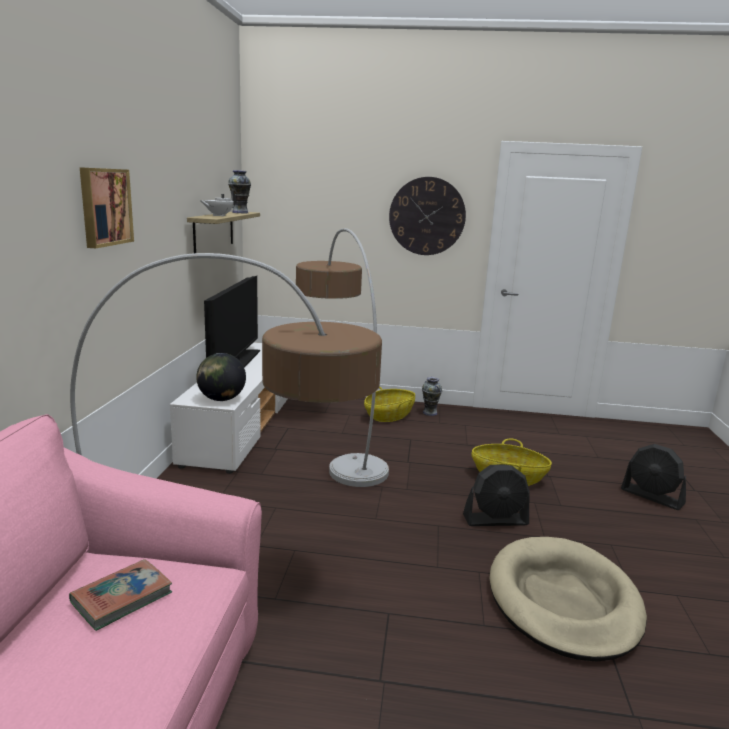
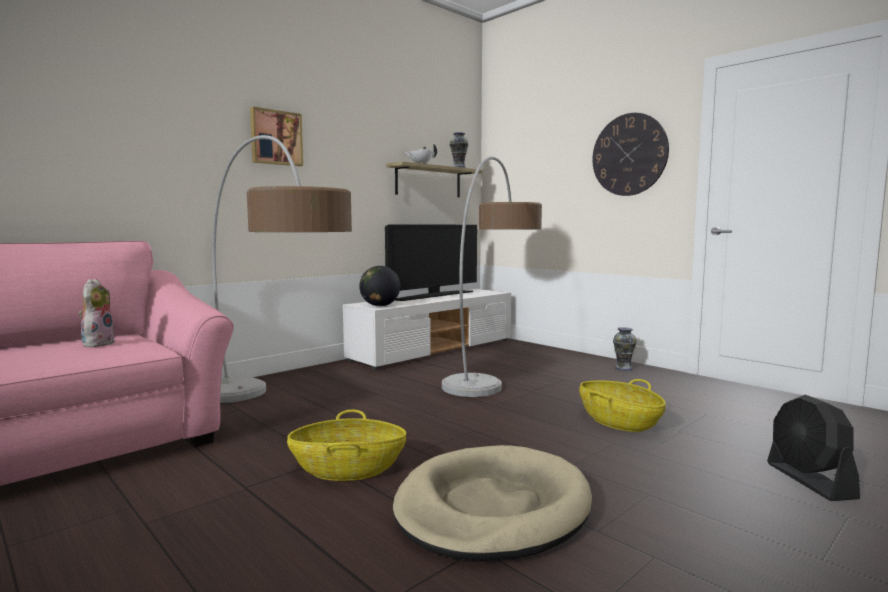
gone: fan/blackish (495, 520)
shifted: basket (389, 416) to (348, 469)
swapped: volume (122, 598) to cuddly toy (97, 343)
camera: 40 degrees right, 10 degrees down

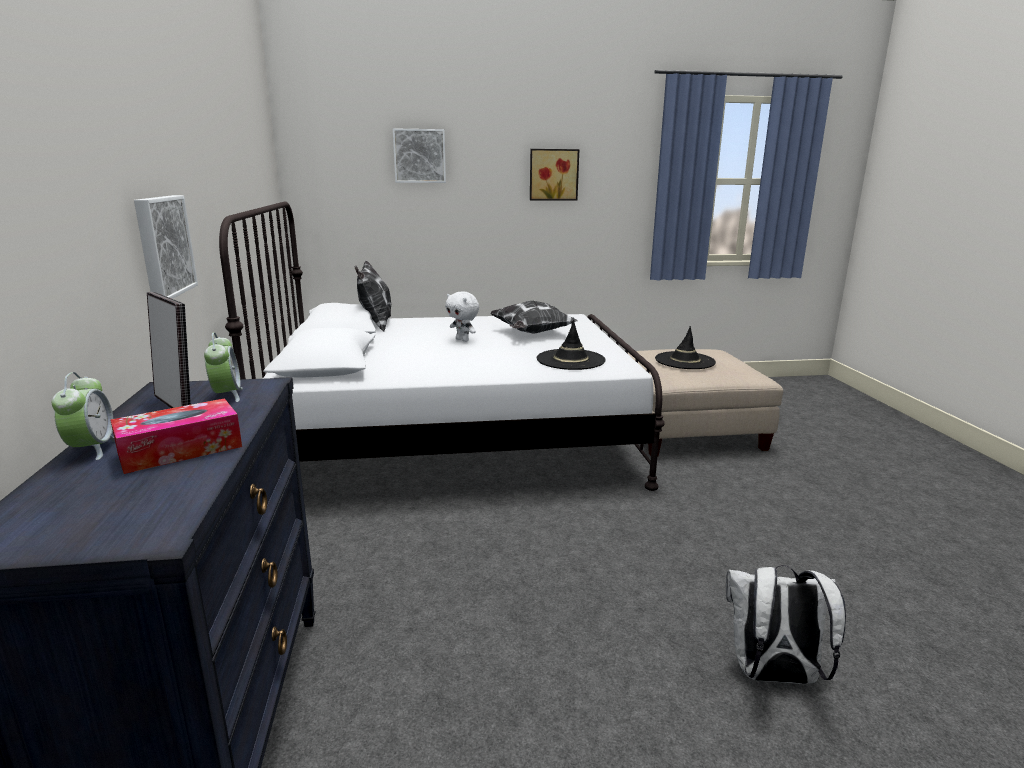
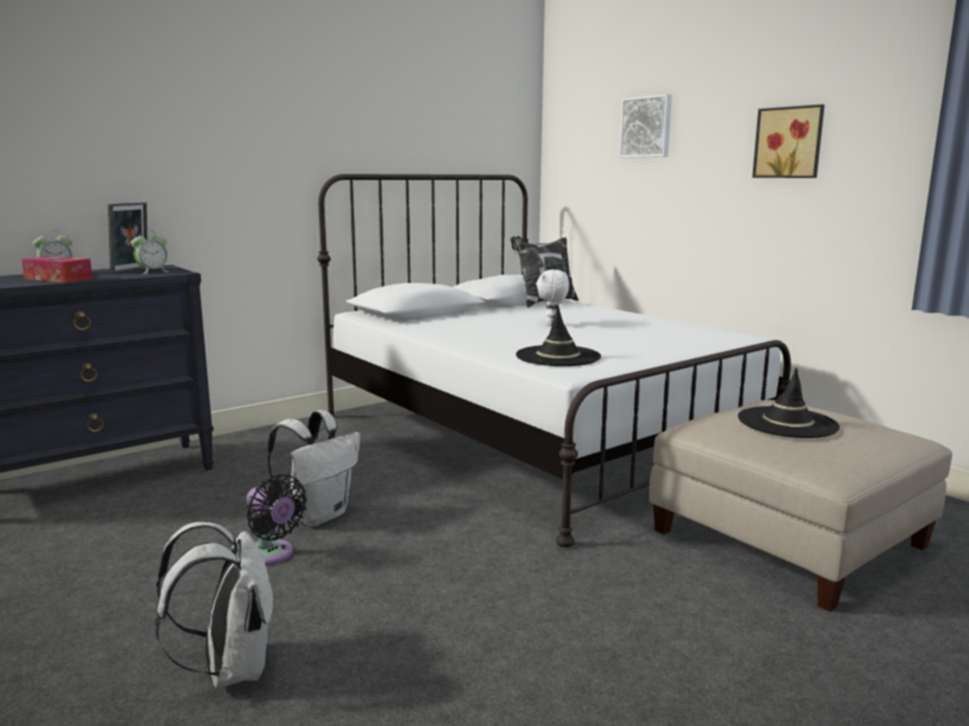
gone: picture (162, 246); cushion (531, 333)
new: fan/blackish (271, 555); knapsack/white (318, 515)
camera: 60 degrees right, 5 degrees down

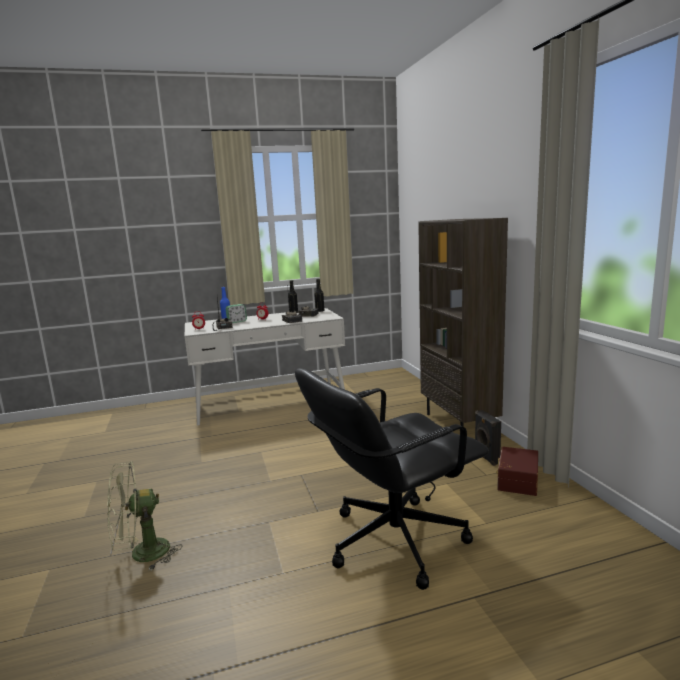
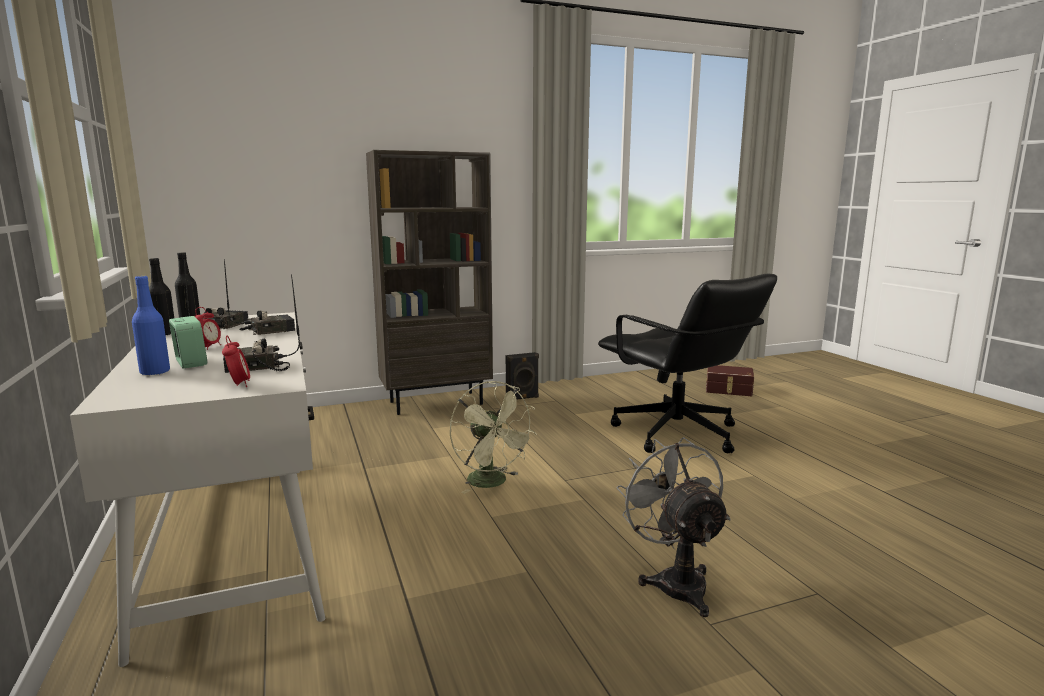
new: fan/greyish (675, 581)
shifted: fan/green-coloured (142, 555) to (493, 483); storage bin/brown (516, 480) to (728, 390)
camera: 95 degrees left, 0 degrees up

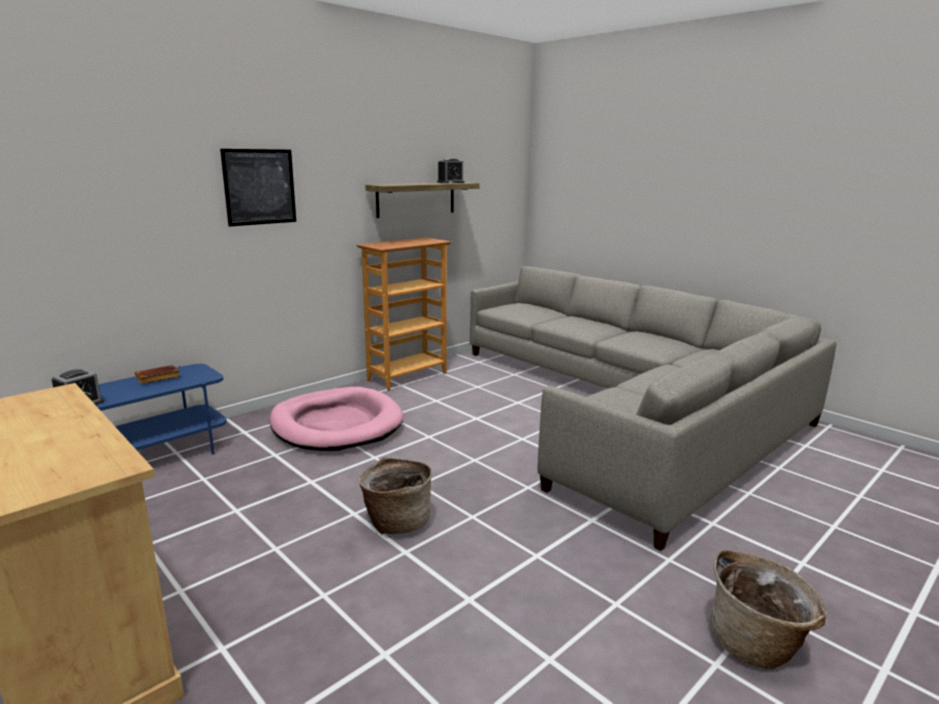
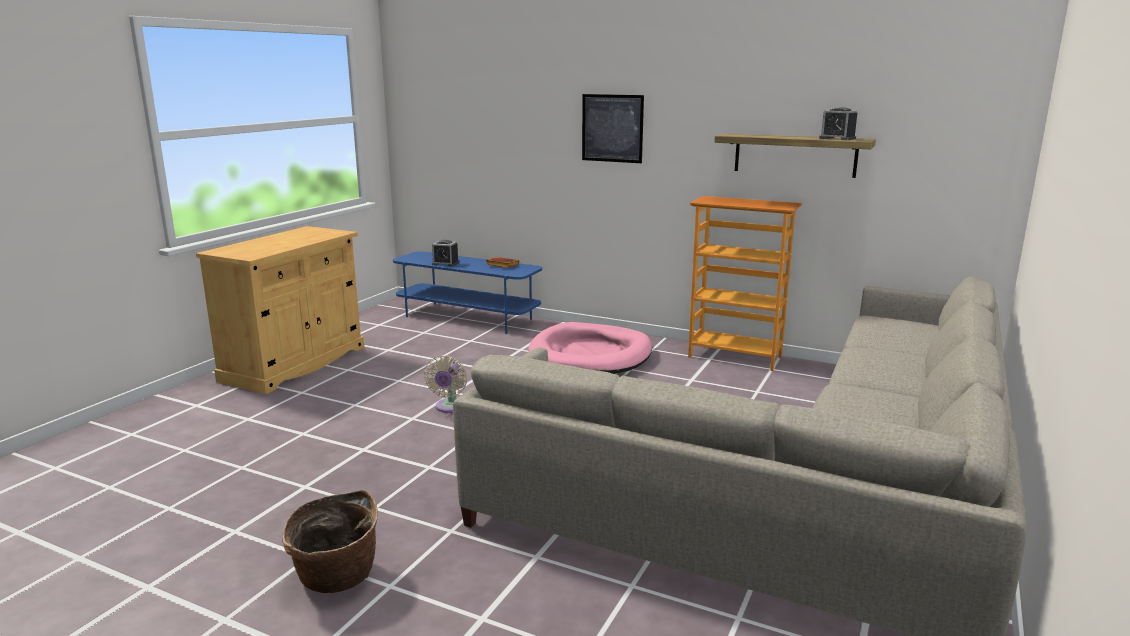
swapped: basket (396, 522) to fan/sand-coloured (450, 407)
camera: 70 degrees right, 0 degrees up

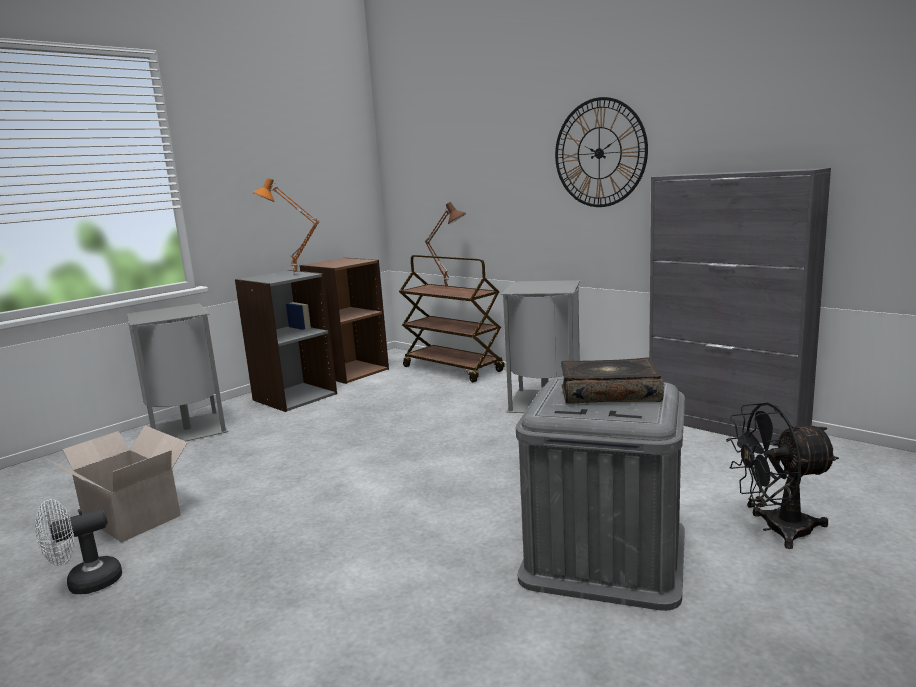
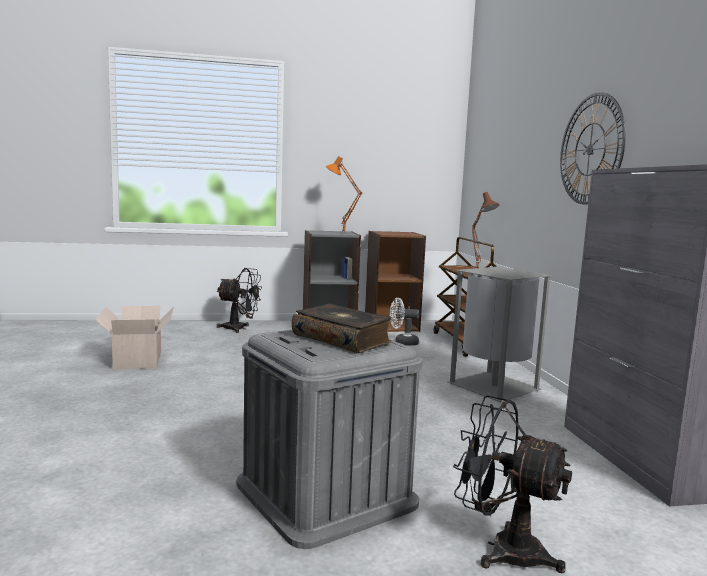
shifted: fan/white (85, 584) to (402, 343)
swapped: rubbish bin/greyish (186, 429) to fan/blackish (240, 329)
camera: 35 degrees right, 5 degrees down

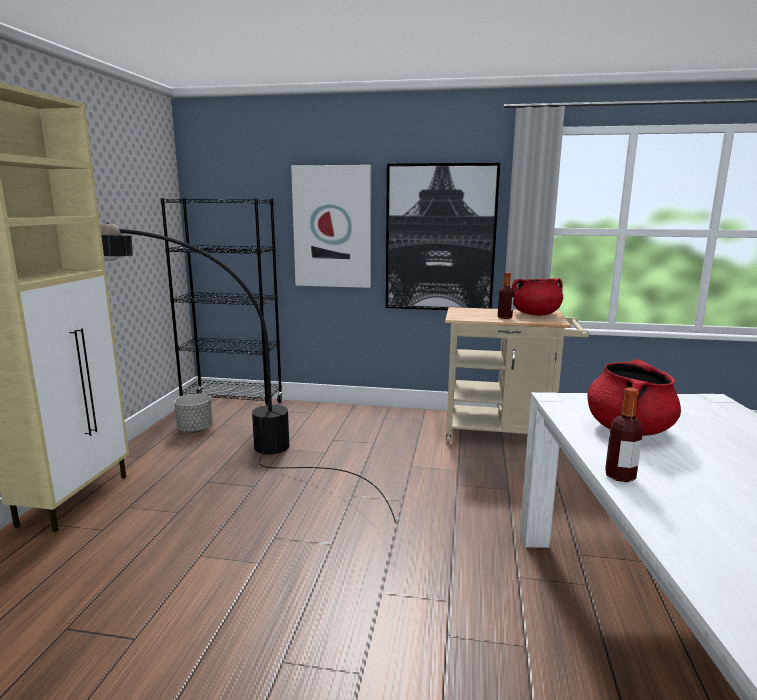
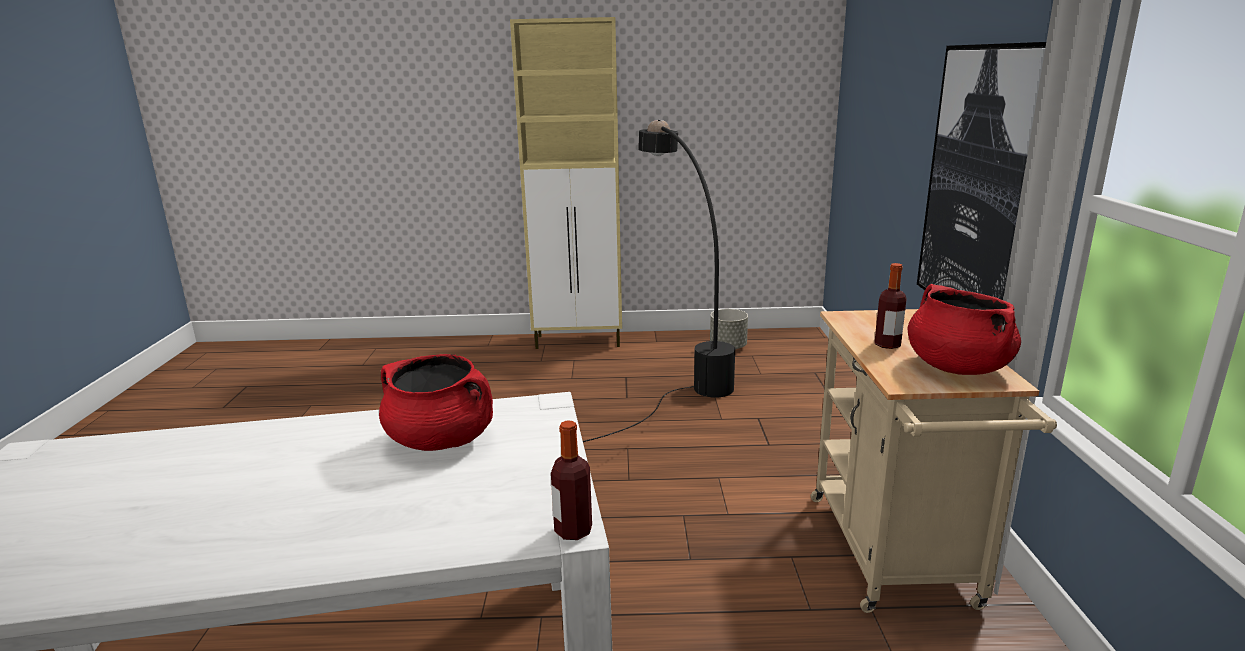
gone: bookcase/blackish (233, 405); picture (332, 227)
shifted: beverage bottle (620, 476) to (573, 530)
camera: 80 degrees right, 5 degrees up

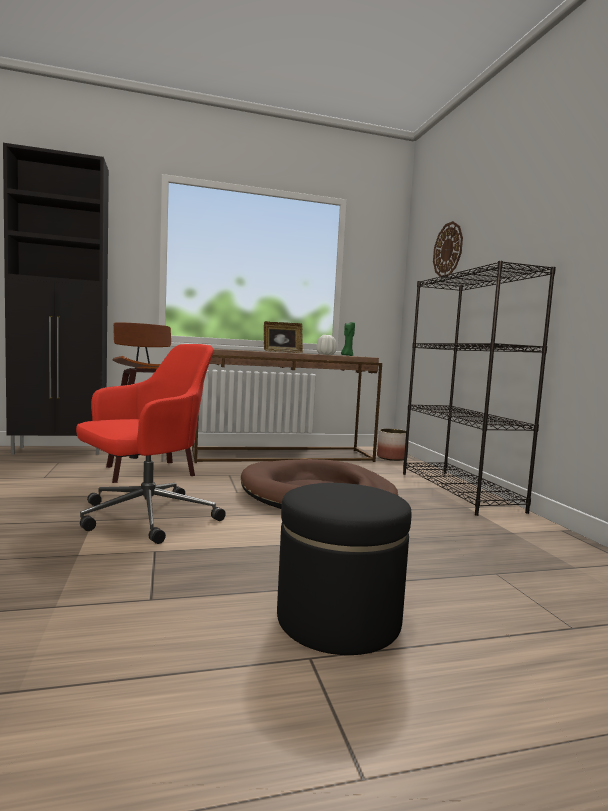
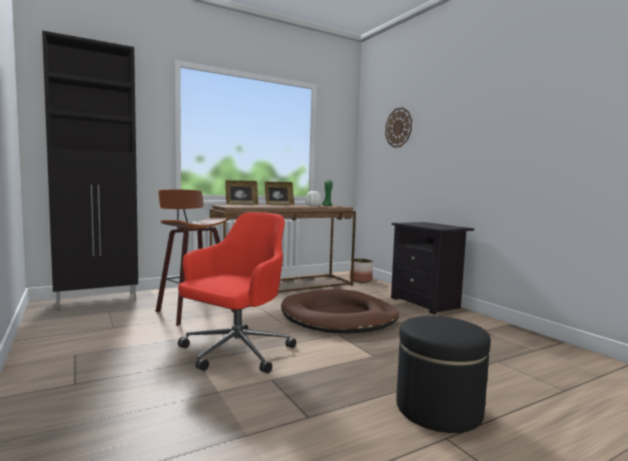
new: standing frame (241, 205)
swapped: bookcase/blackish (459, 491) to nightstand/blackish (427, 303)
camera: 15 degrees left, 0 degrees up

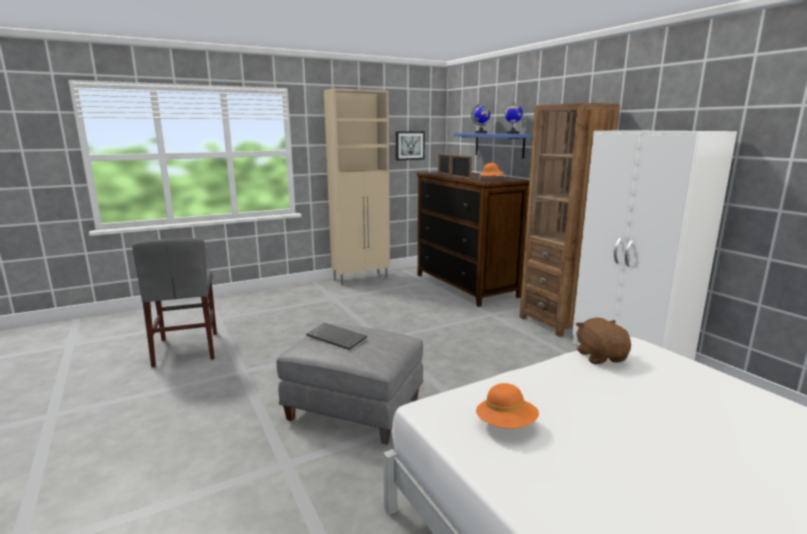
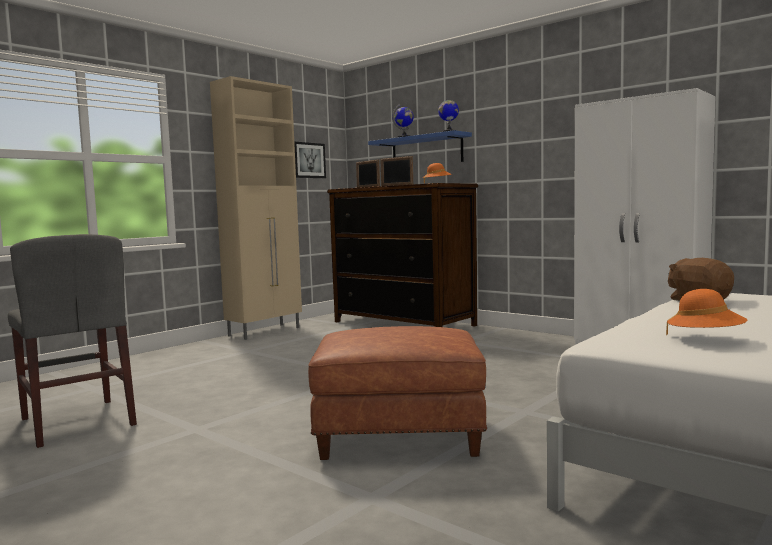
gone: computer keyboard (337, 337); bookcase/brown (555, 322)
repainted: ottoman/greyish (356, 408) to ottoman/brown (400, 434)
camera: 20 degrees left, 10 degrees down

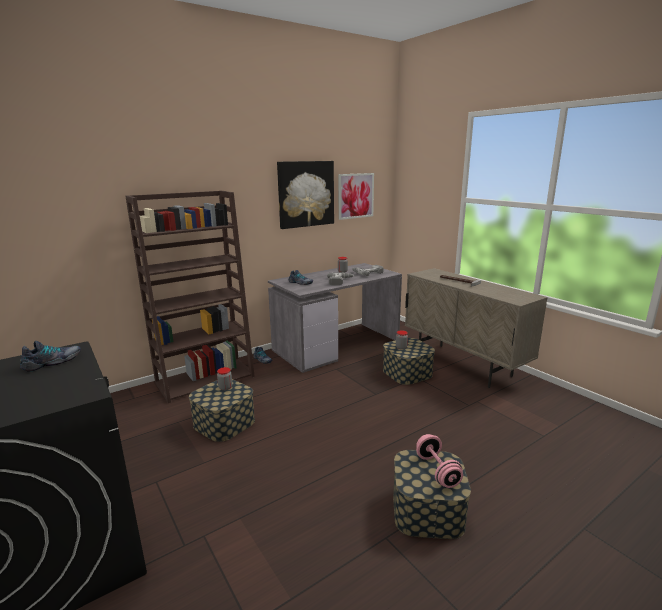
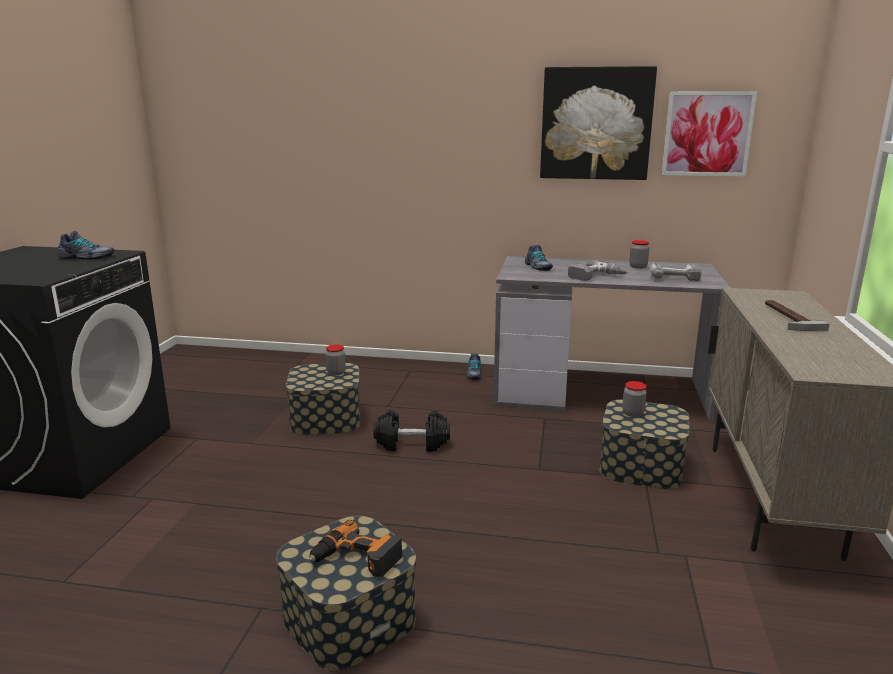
gone: bookcase/brown (206, 379)
new: free weight/blackish (412, 444)
swapped: free weight/pinkish (437, 471) to drill (356, 559)
camera: 45 degrees right, 0 degrees up

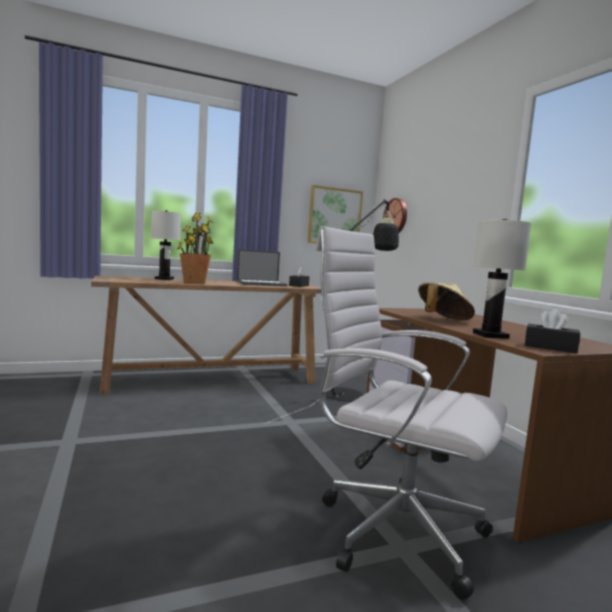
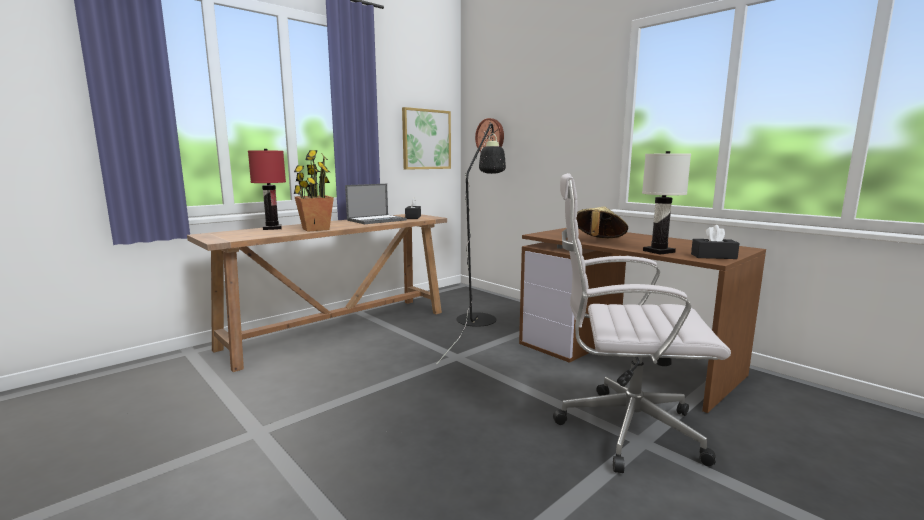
repainted: tabletop lamp/white (164, 279) to tabletop lamp/red (272, 228)
camera: 20 degrees left, 5 degrees up

